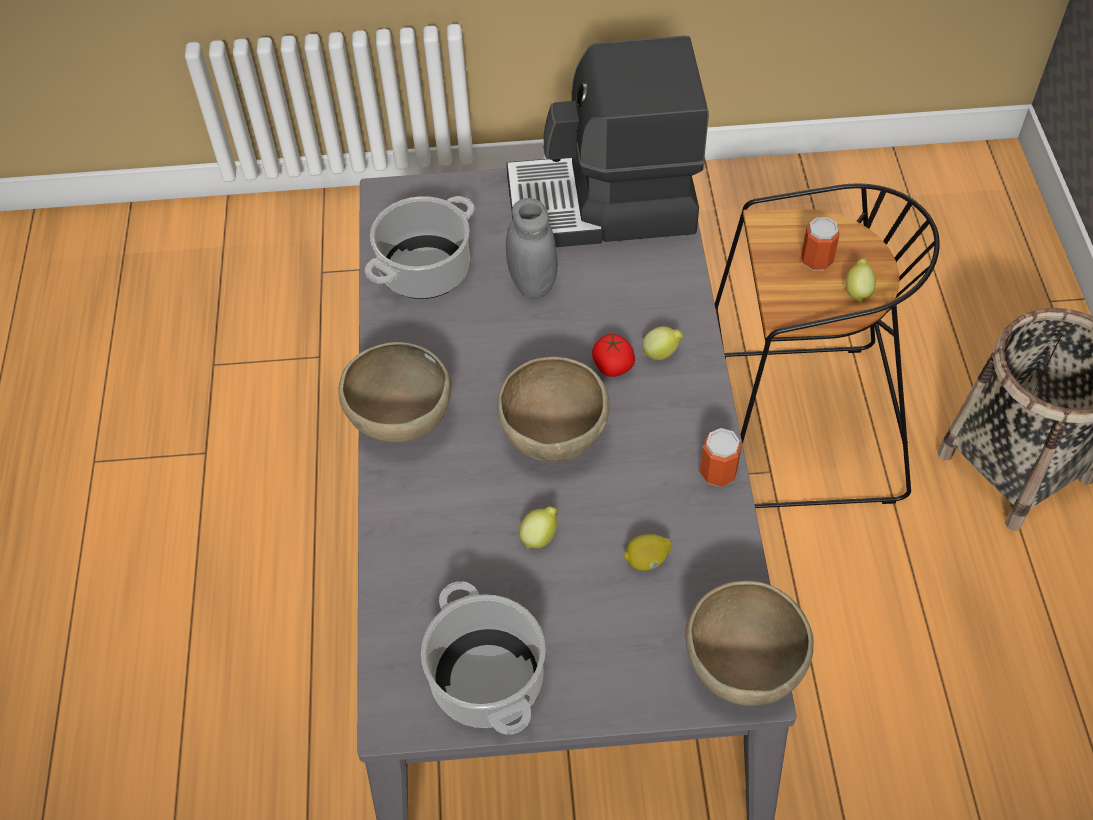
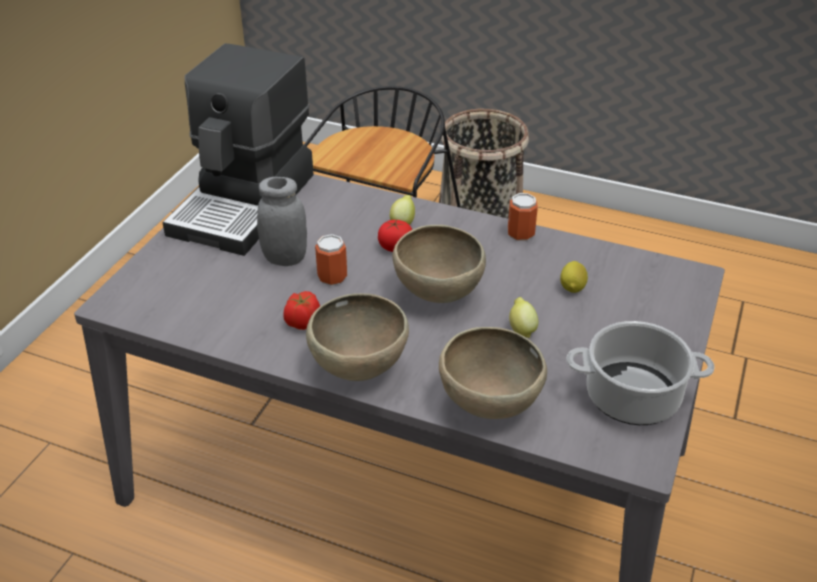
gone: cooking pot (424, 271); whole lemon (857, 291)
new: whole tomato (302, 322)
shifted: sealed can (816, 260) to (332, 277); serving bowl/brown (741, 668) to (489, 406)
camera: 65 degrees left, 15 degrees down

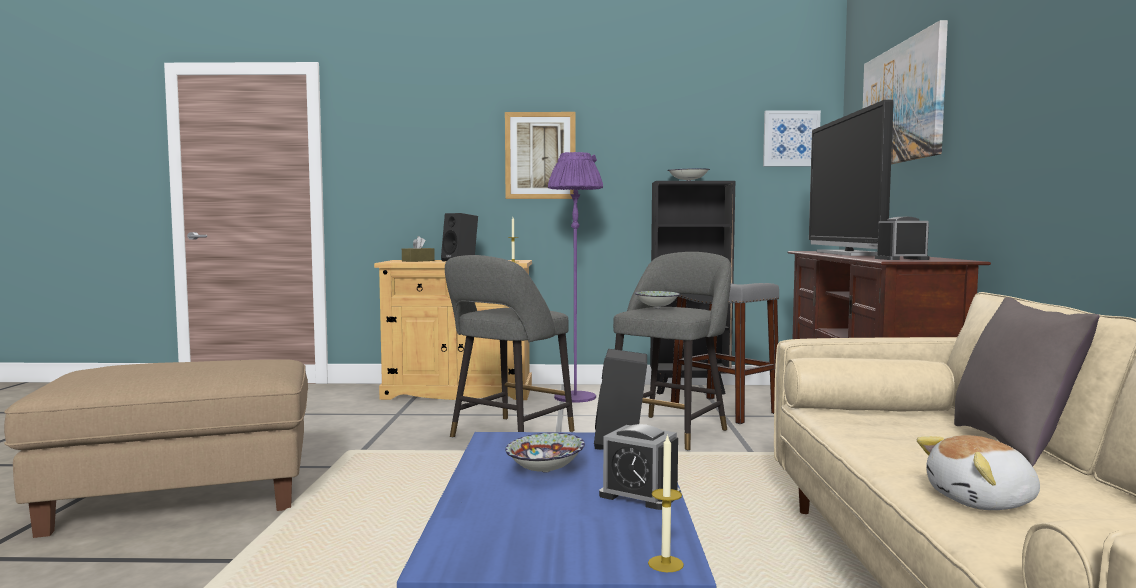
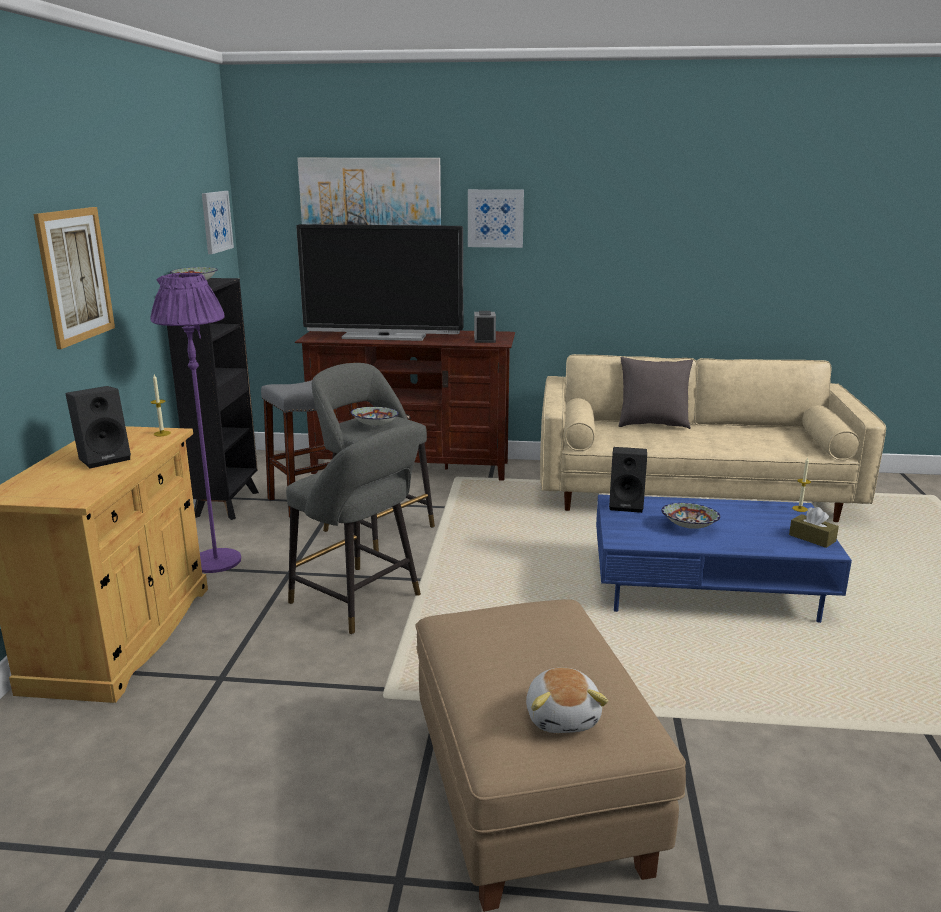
gone: table clock (639, 495)
new: picture (495, 218)
shifted: cuddly toy (983, 502) to (563, 717); tissue holder/brown (418, 261) to (812, 538)
camera: 85 degrees left, 15 degrees up

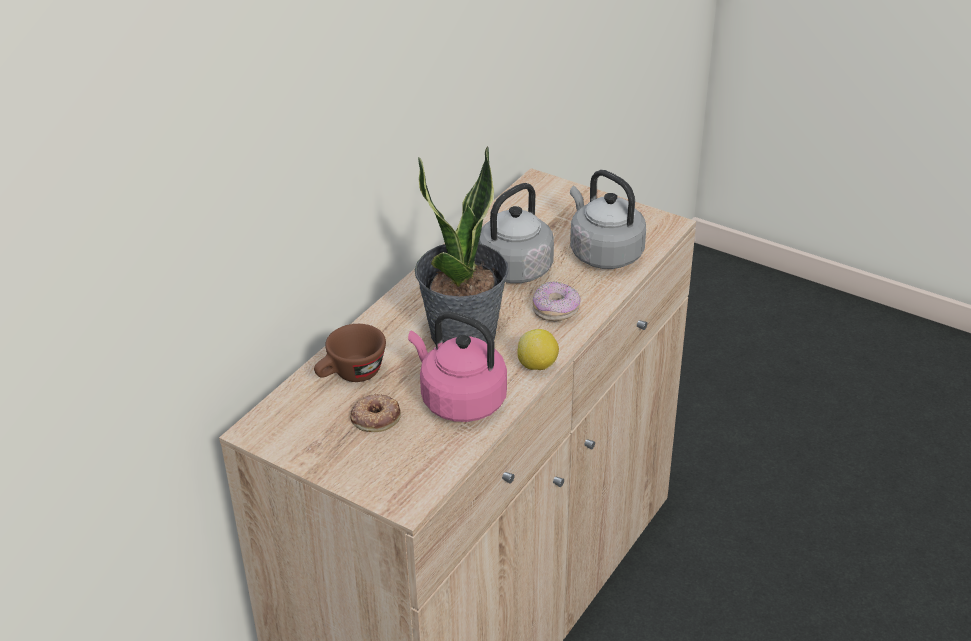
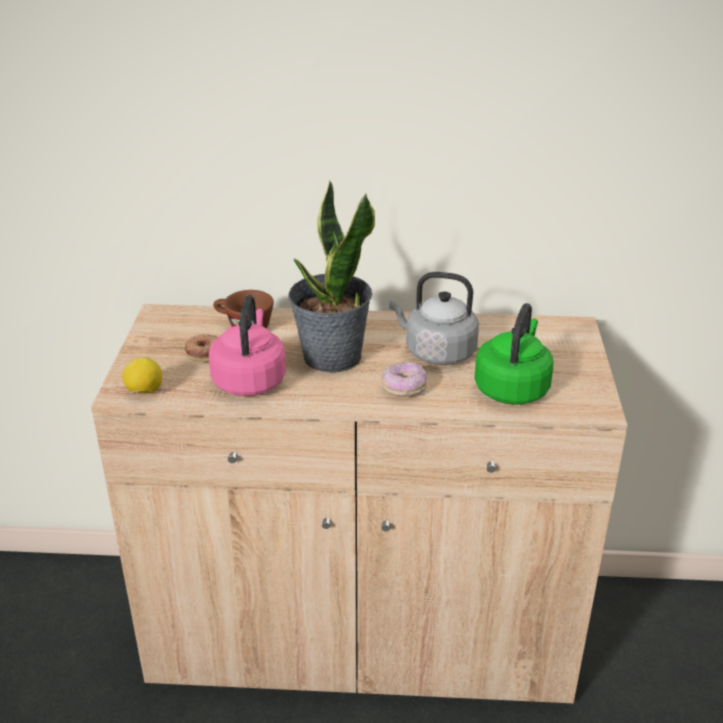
shifted: whole lemon (537, 366) to (145, 392)
repainted: kettle/greyish (603, 253) to kettle/green-coloured (512, 388)
camera: 60 degrees right, 5 degrees down

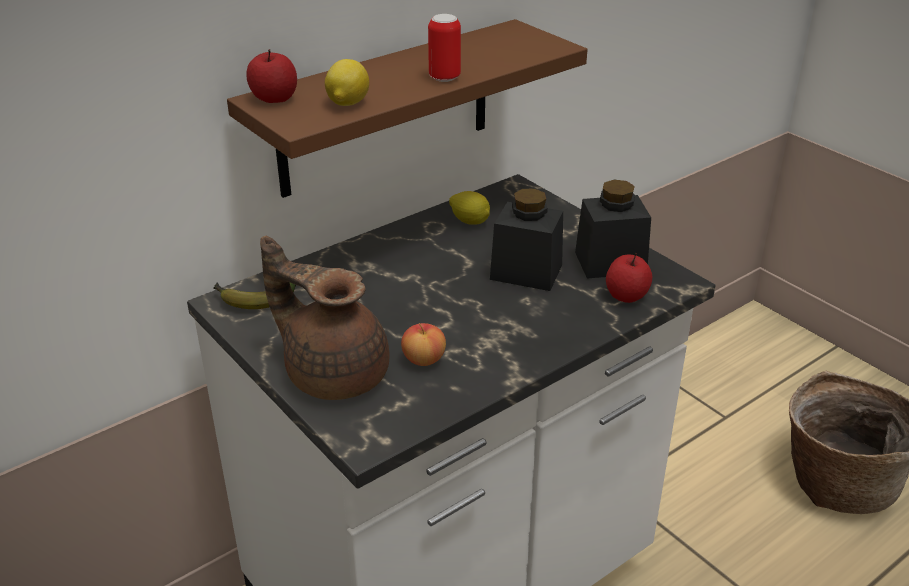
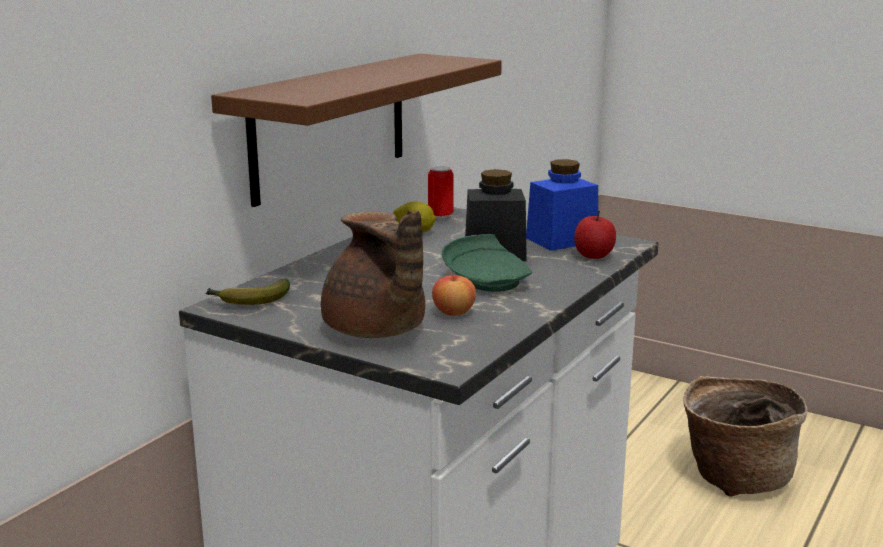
gone: whole apple (274, 99); whole lemon (347, 103)
new: dinner plate/green-coloured (488, 281)
shifted: sealed can (444, 77) to (440, 216)
repainted: preserve jar/blackish (610, 262) to preserve jar/bluish (561, 240)
rotated: pot for tea/brown (334, 372) = (376, 331) 135 degrees counterclockwise
camera: 20 degrees left, 15 degrees down

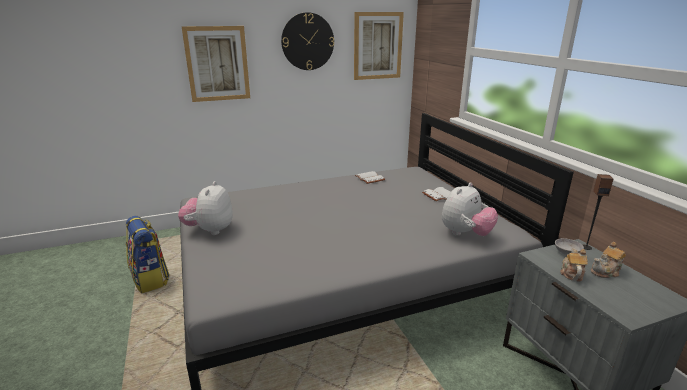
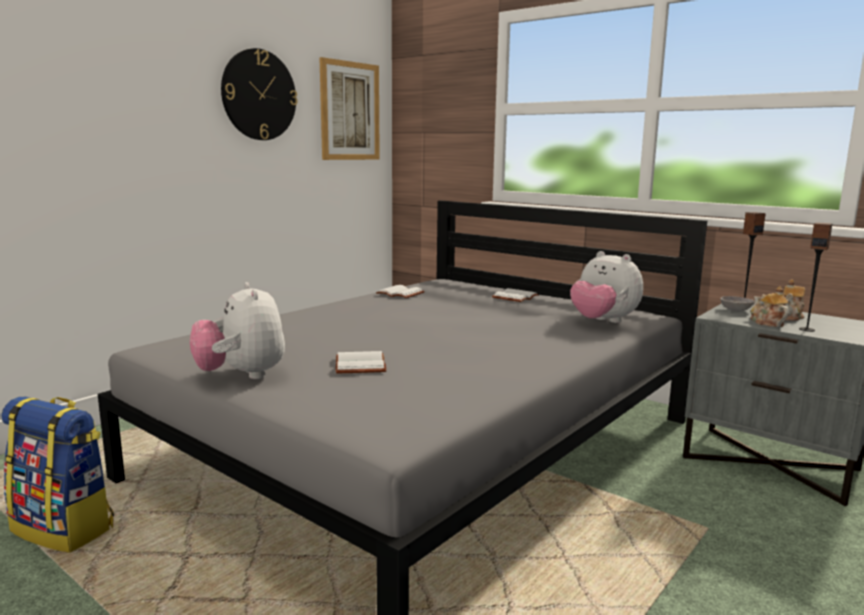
gone: picture (217, 64)
new: volume/white (362, 365); speaker (807, 329)
rotated: cuddly toy (465, 234) = (603, 322) 120 degrees clockwise
camera: 30 degrees left, 10 degrees down

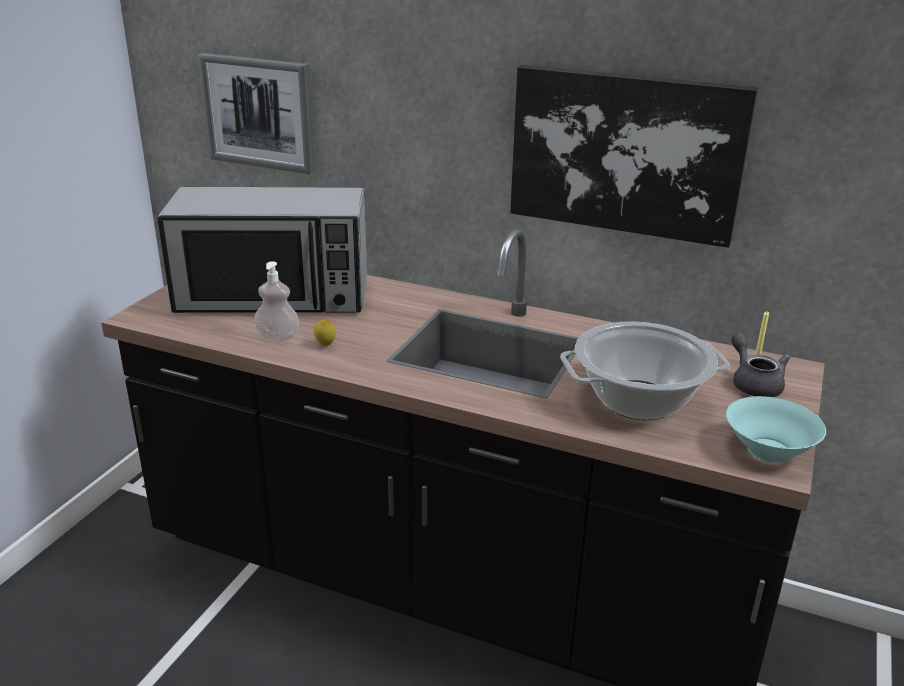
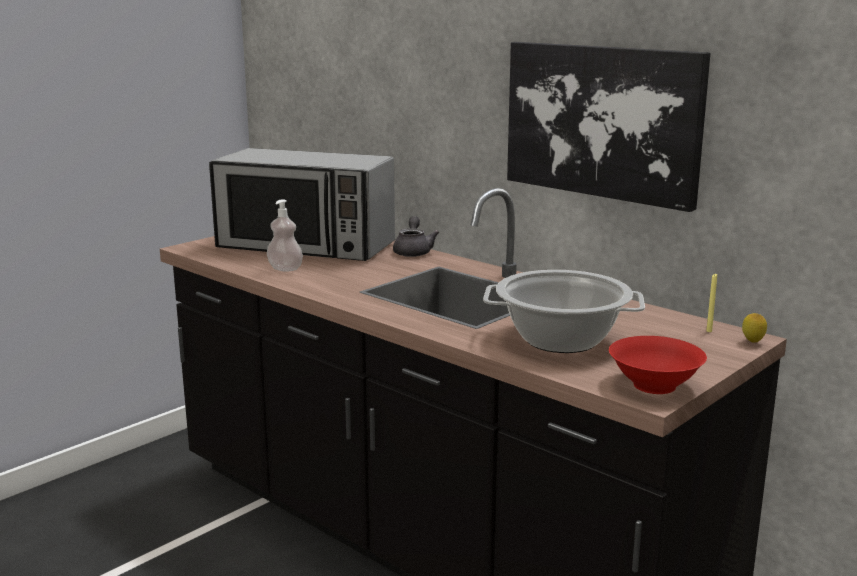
gone: picture (259, 112)
shifted: pot for tea/greyish (754, 383) to (413, 251); whole lemon (325, 345) to (752, 342)
repainted: serving bowl/blue-green (769, 451) to serving bowl/red (654, 386)
camera: 20 degrees right, 10 degrees down

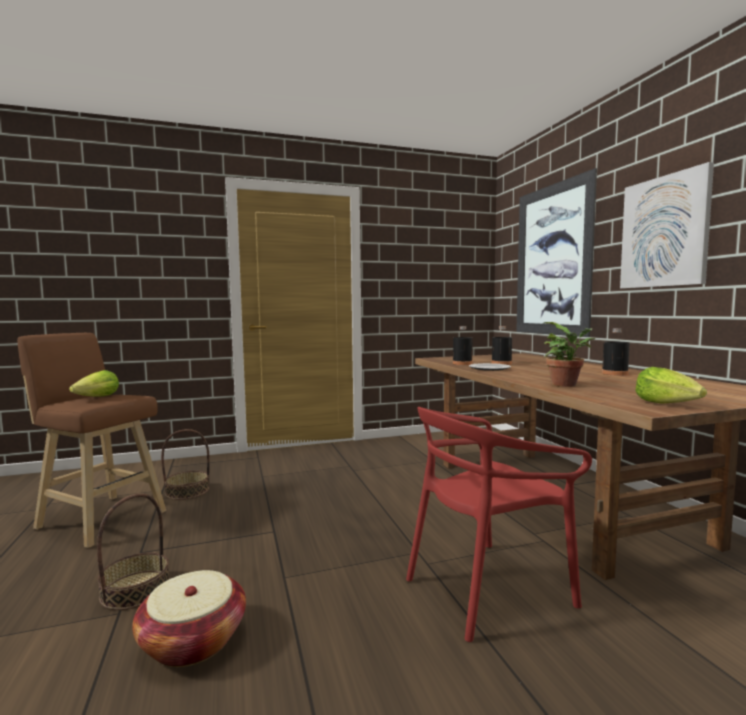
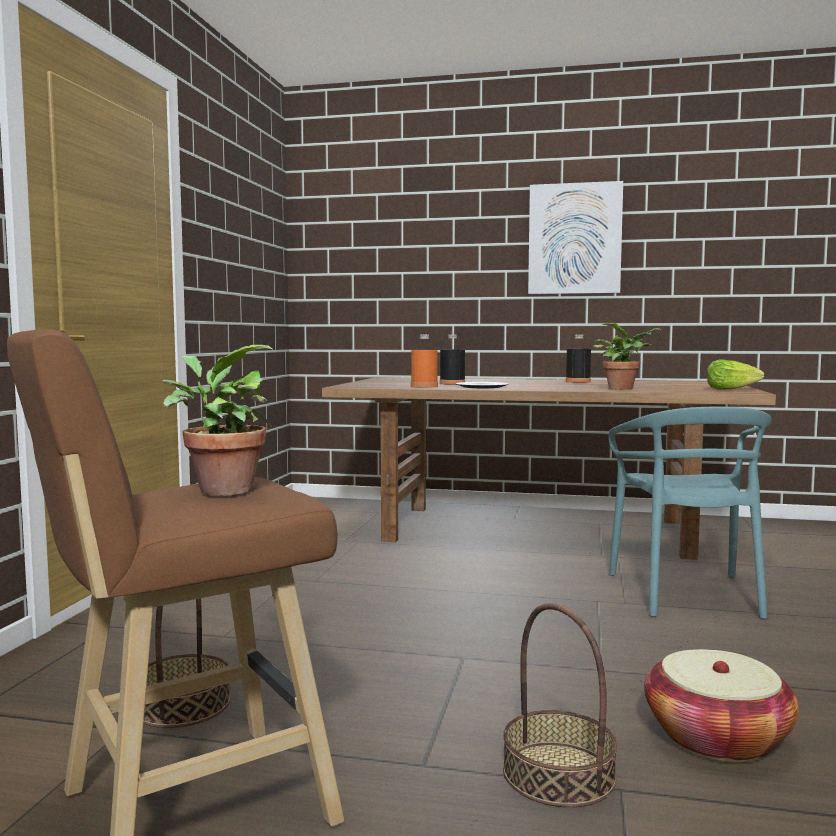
gone: picture (552, 260)
swapped: head of lettuce (98, 397) to potted plant (220, 489)
repainted: beverage bottle/blackish (462, 364) to beverage bottle/orange (424, 386); upright chair/red (487, 588) to upright chair/blue-green (687, 594)
camera: 60 degrees left, 0 degrees up

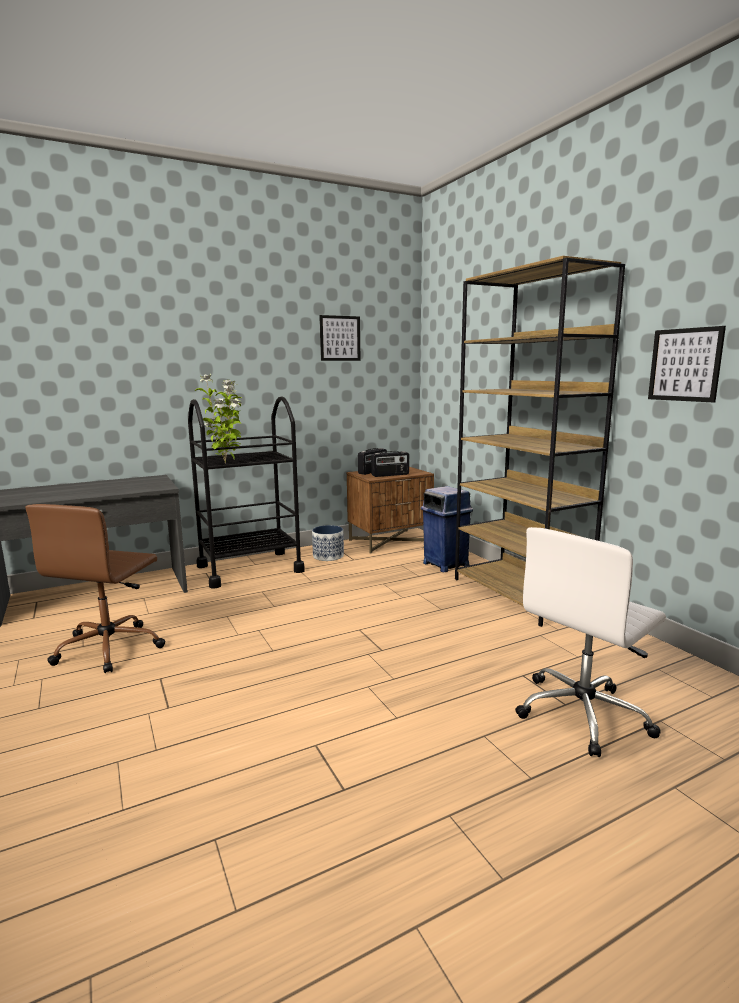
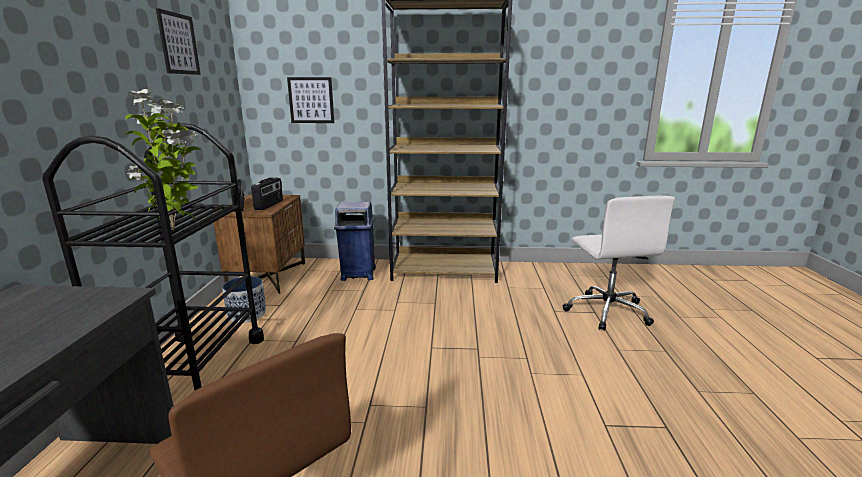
shifted: picture (685, 365) to (311, 100)
camera: 60 degrees left, 5 degrees up

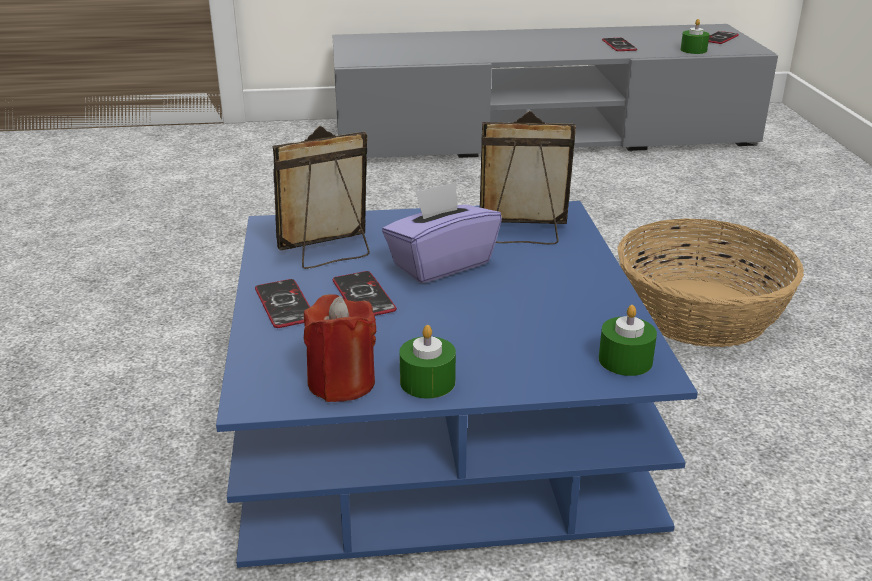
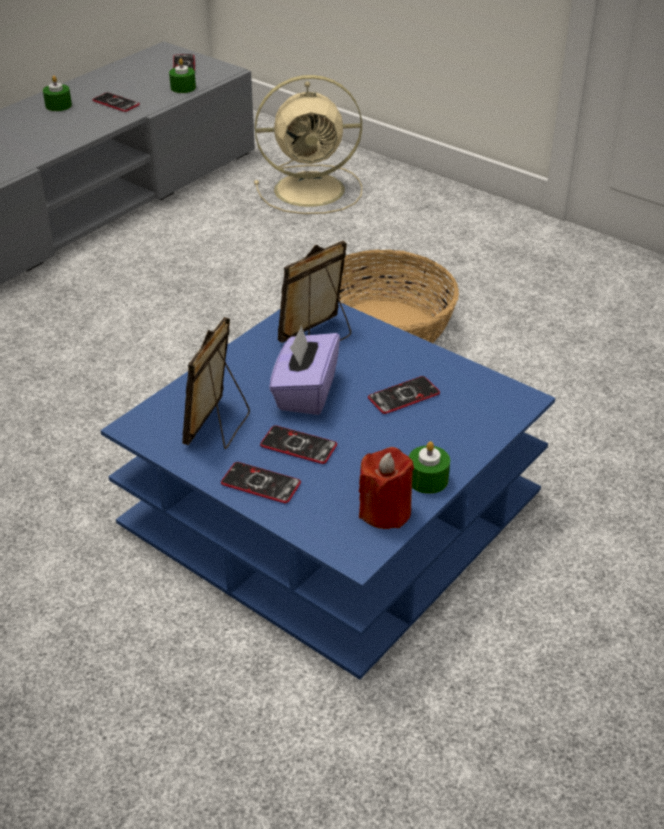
new: fan/sand-coloured (312, 190); telephone (403, 396)
shifted: candle/green-coloured (625, 360) to (58, 105)
camera: 45 degrees left, 10 degrees up

